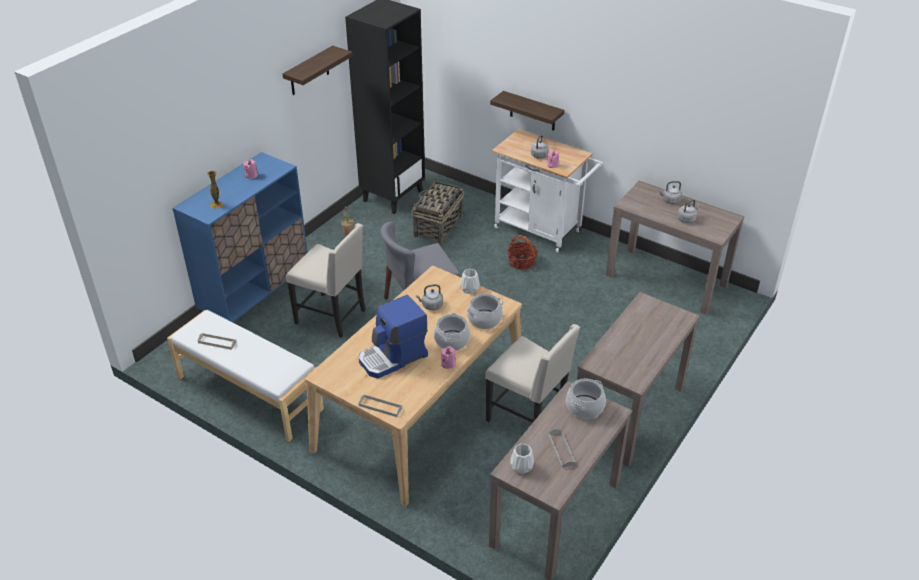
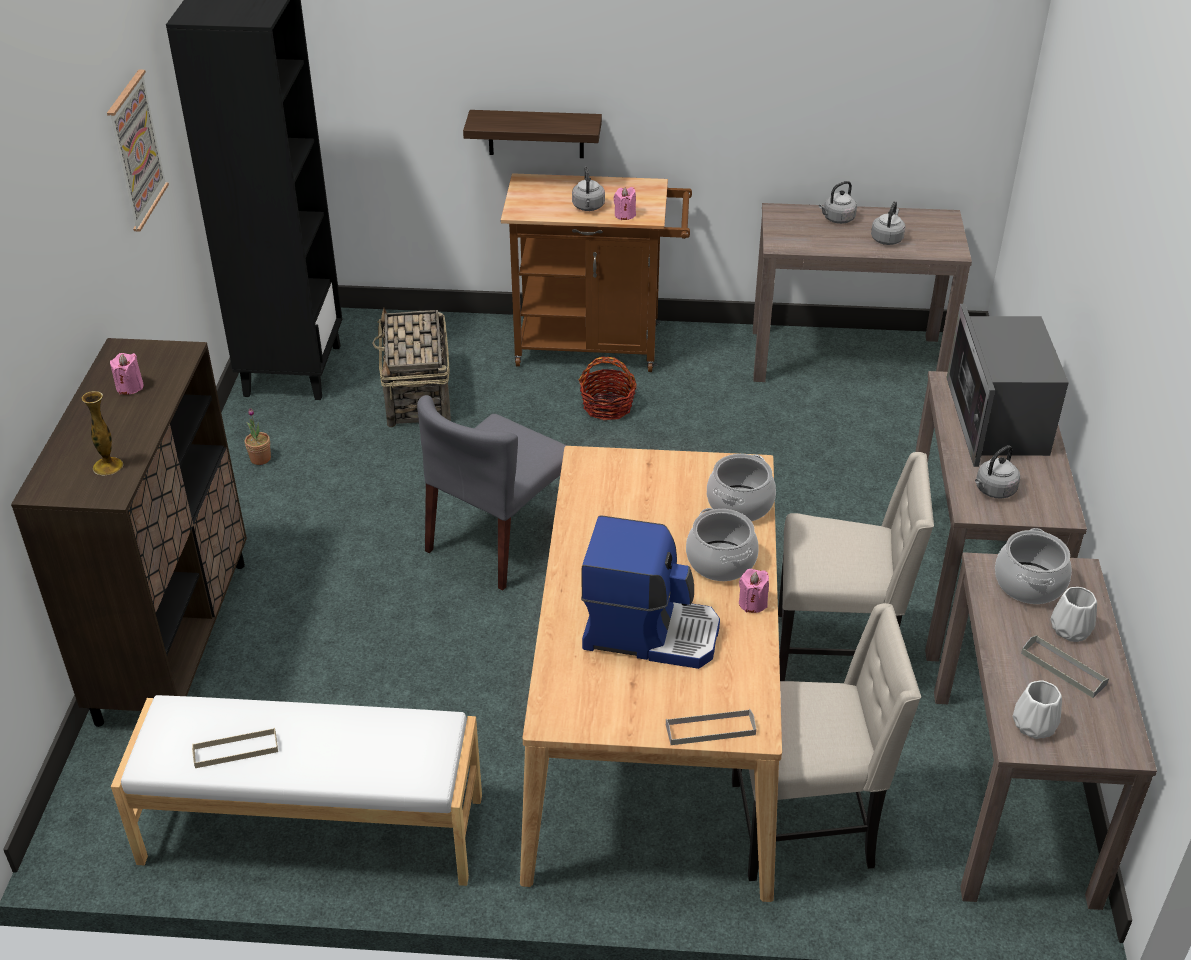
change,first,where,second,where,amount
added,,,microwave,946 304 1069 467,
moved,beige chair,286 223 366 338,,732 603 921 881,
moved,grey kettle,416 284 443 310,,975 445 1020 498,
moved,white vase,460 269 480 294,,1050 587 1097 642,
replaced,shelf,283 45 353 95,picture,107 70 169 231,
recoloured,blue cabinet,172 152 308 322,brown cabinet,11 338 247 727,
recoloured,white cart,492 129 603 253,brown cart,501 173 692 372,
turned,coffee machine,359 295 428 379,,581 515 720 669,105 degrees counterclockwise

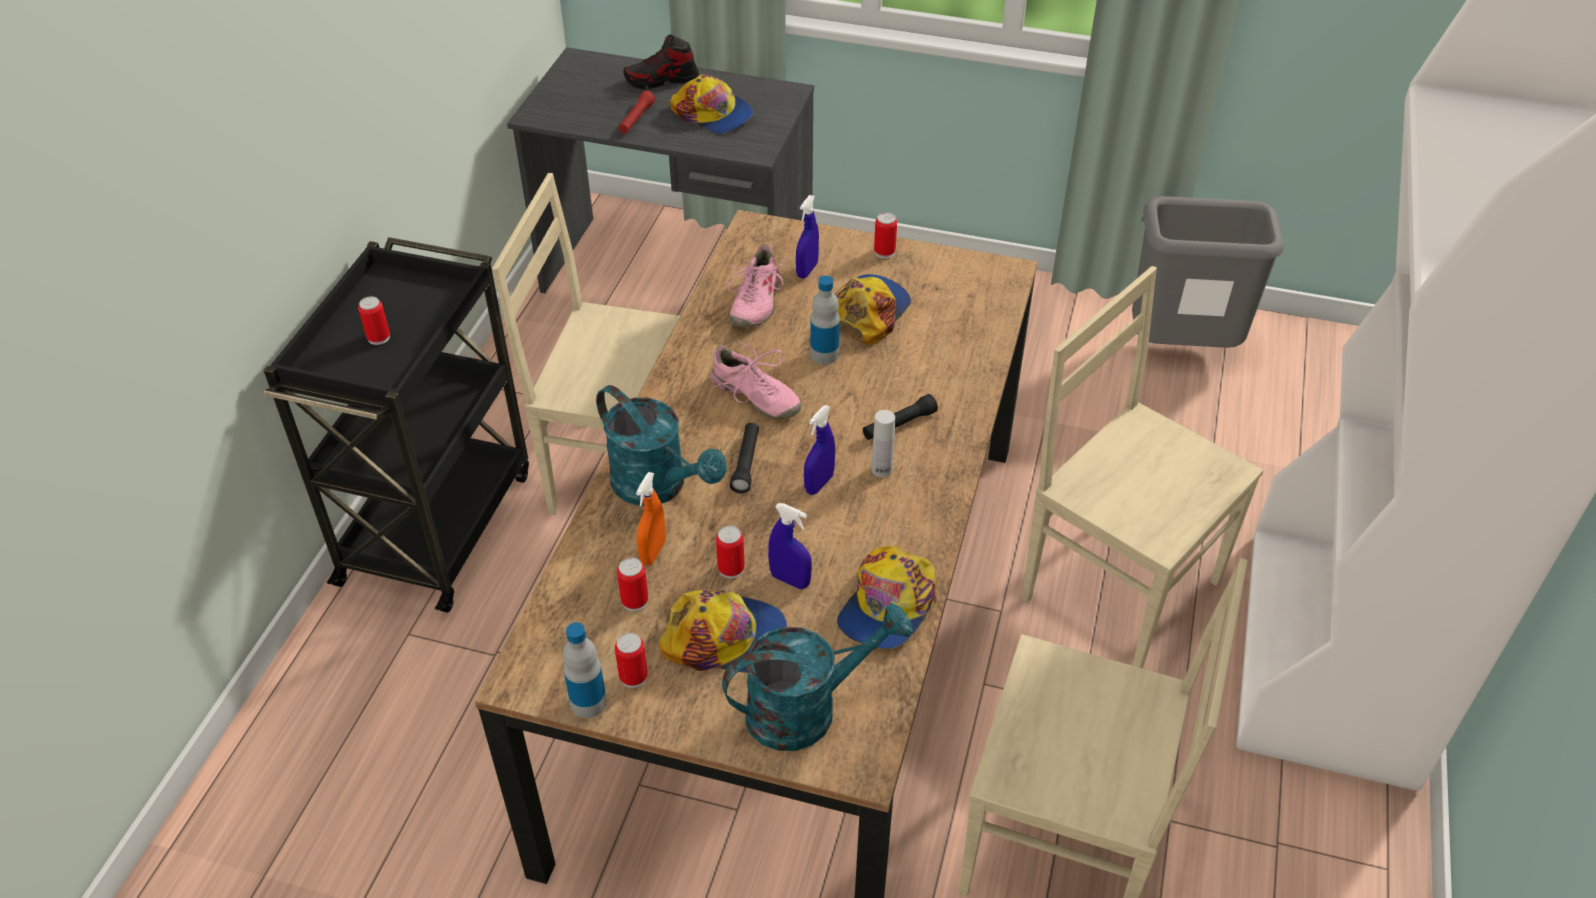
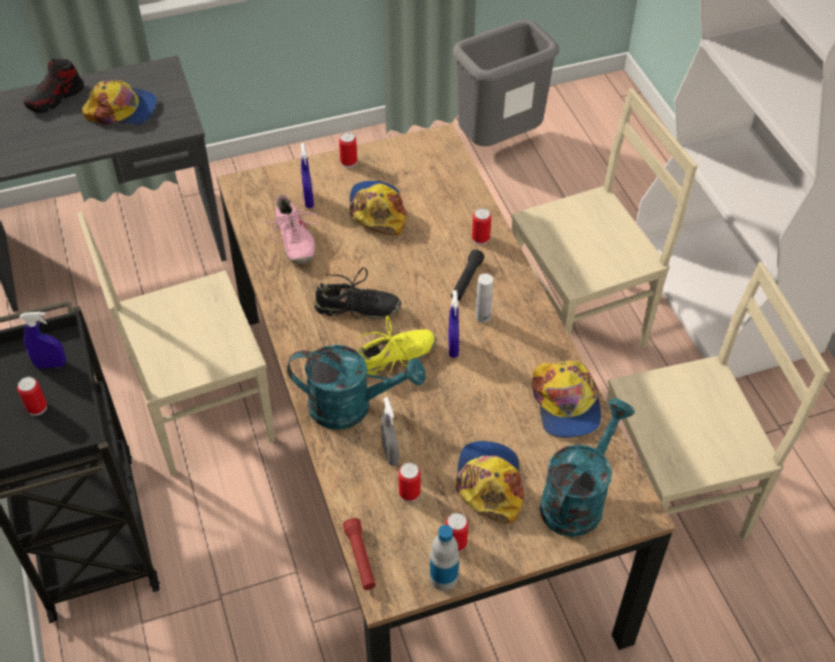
change,first,where,second,where,amount
removed,bottle,810 276 840 364,,,
moved,red flashlight,618 90 655 134,,343 518 376 590,
moved,can,716 526 745 579,,472 208 491 245,
moved,blue spray bottle,768 503 812 589,,20 312 66 369,
replaced,black flashlight,730 423 759 493,yellow shoe,355 315 437 378,
recoloured,orange spray bottle,636 472 666 565,grey spray bottle,381 397 399 466,
recoloured,pink shoe,711 340 801 419,black shoe,314 267 401 320,
turned,cap,659 590 787 673,,456 441 524 523,60 degrees counterclockwise
turned,beige chair,1021 266 1264 668,,511 88 698 348,150 degrees clockwise

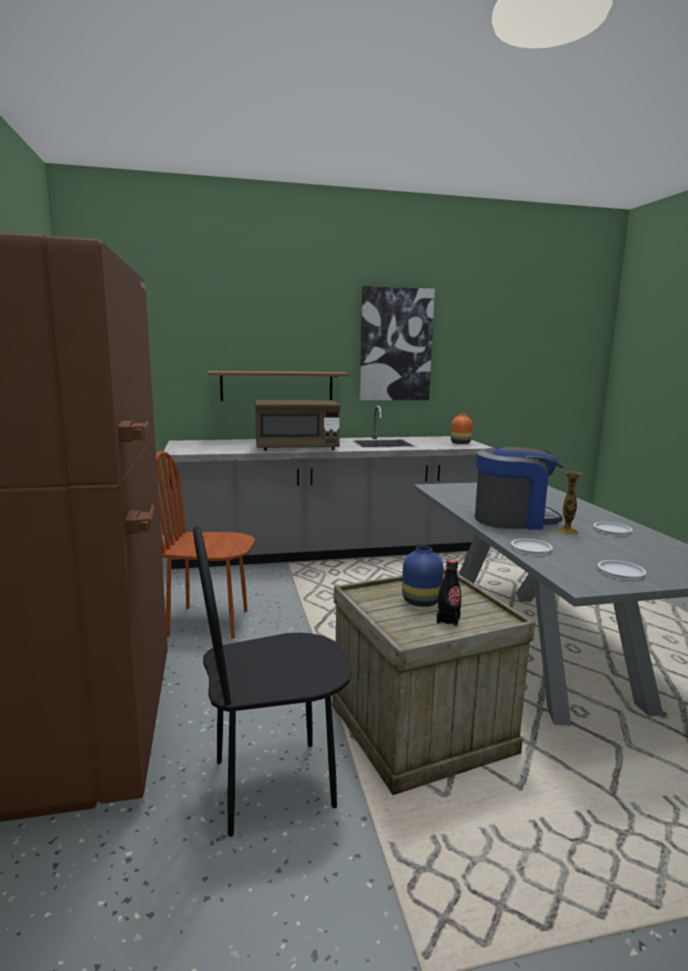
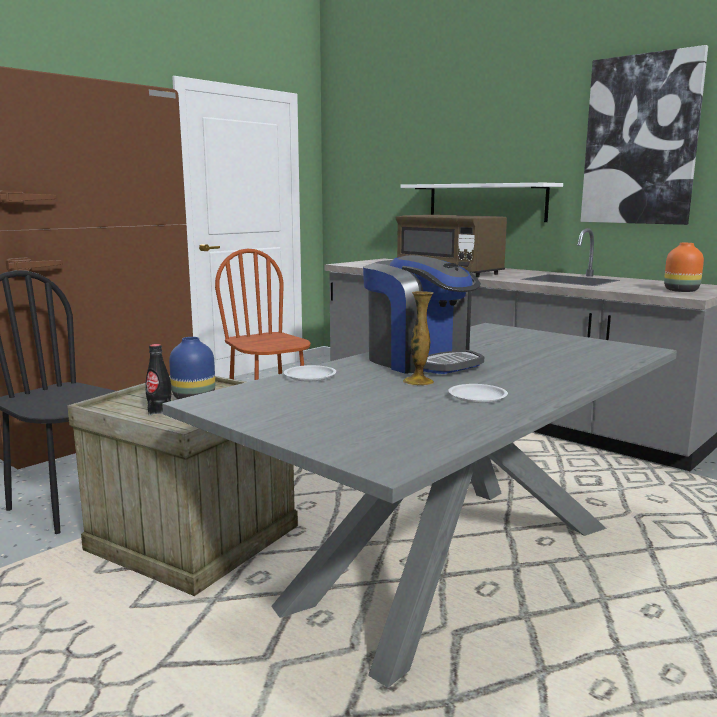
change,first,where,second,where,amount
removed,white plate,598 560 646 578,,,
recoloured,brown shelf,208 371 350 401,white shelf,400 183 563 222,

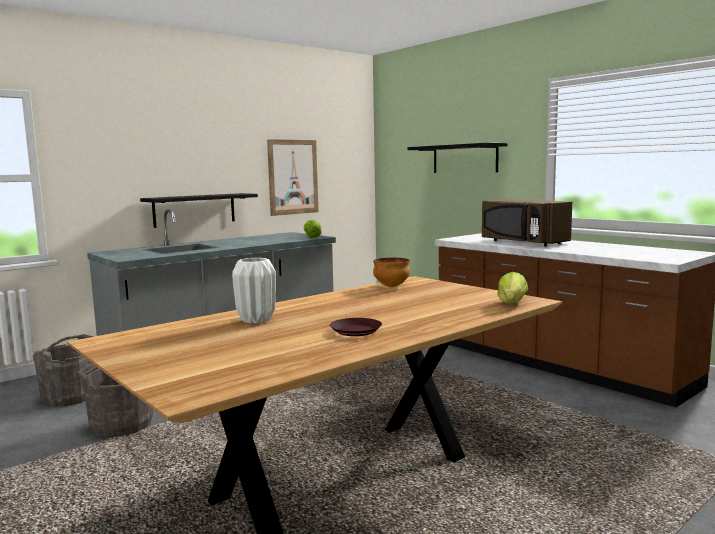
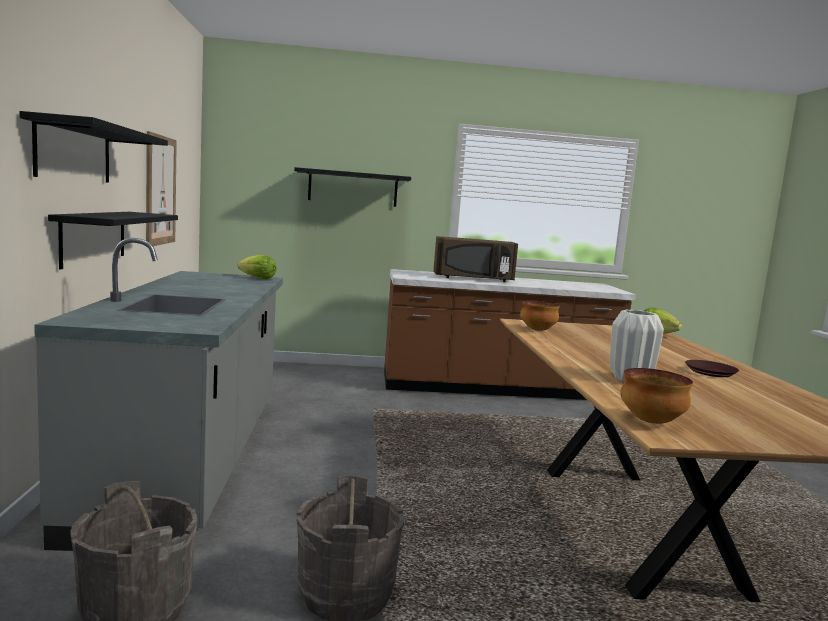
change,first,where,second,where,amount
added,,,black shelf,19 111 168 183,
added,,,bowl,620 368 693 424,

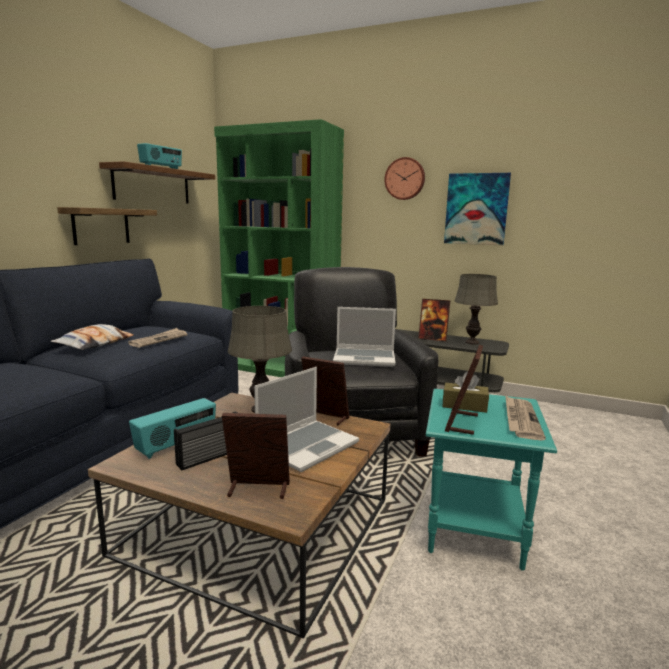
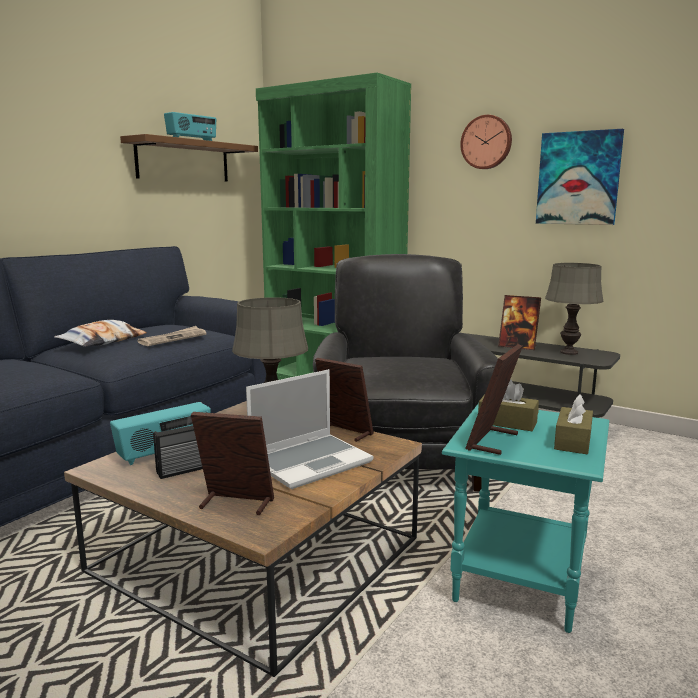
change,first,where,second,where,amount
removed,shelf,57 207 157 245,,,
removed,laptop,333 307 396 367,,,
replaced,newspaper,505 395 546 441,brown tissue box,554 394 593 454,

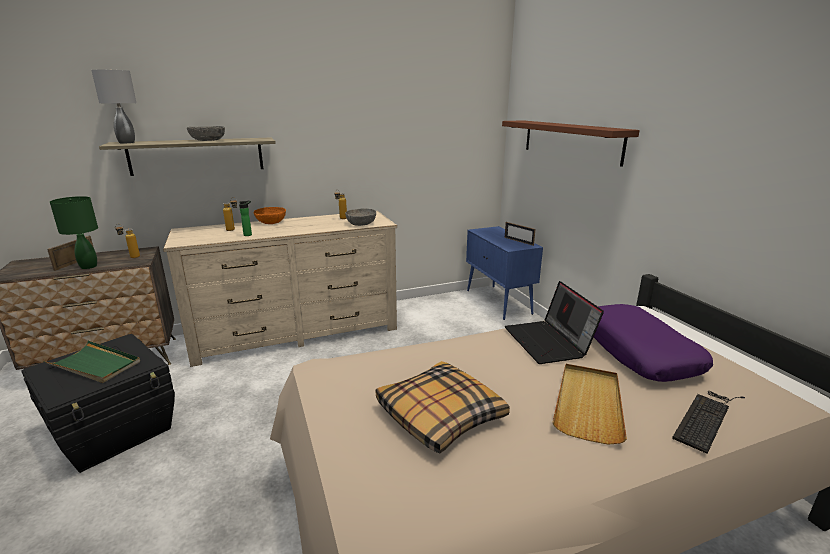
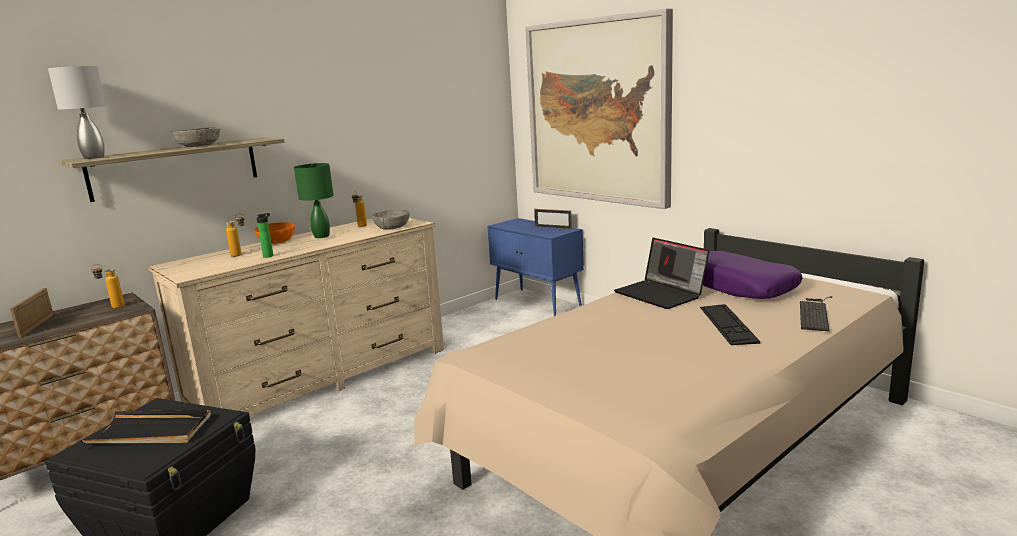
change,first,where,second,where,amount
removed,pillow,376 361 510 454,,,
moved,green table lamp,50 196 98 269,,294 163 334 238,
replaced,brown shelf,502 120 640 167,picture,525 9 673 209,
replaced,beige tray,552 364 627 445,keyboard,700 304 760 345,
recoloured,green tray,44 340 140 383,black tray,81 410 211 444,

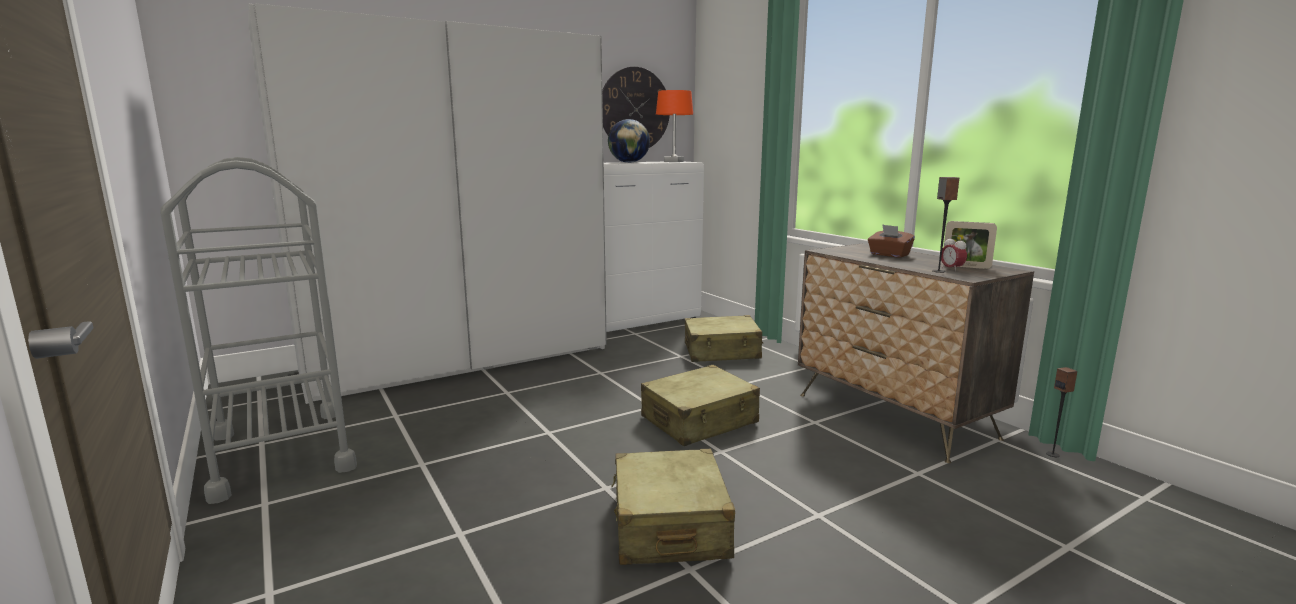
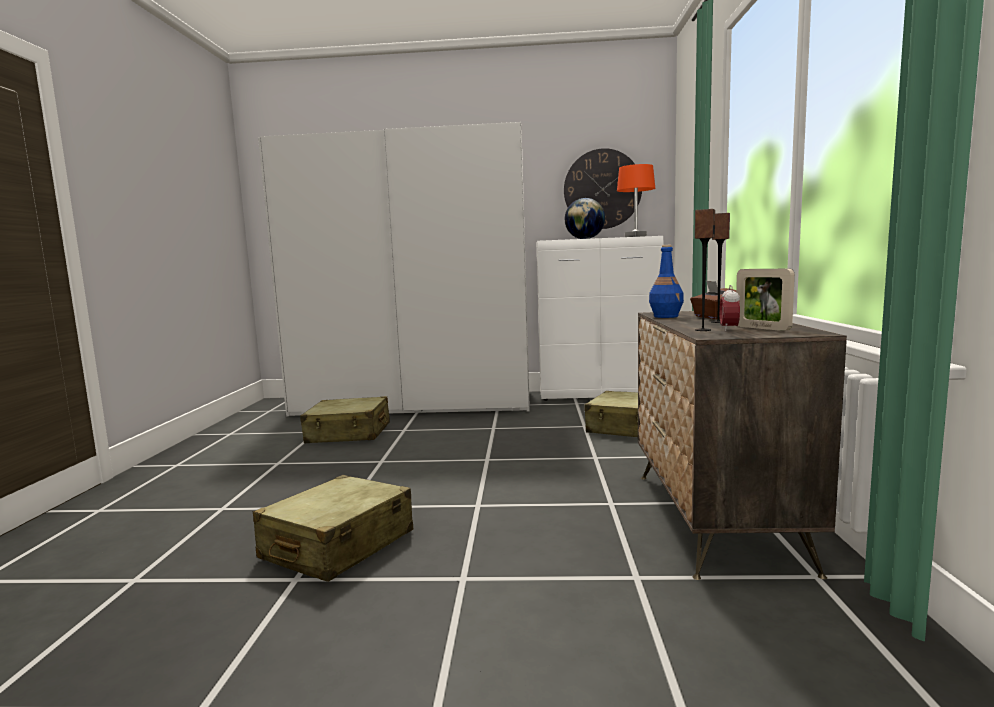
change,first,where,second,where,amount
removed,grey cart,160 157 357 504,,,
added,,,blue bottle,649 245 684 318,
moved,beige suitcase,641 365 760 446,,300 396 390 443,
moved,speaker,1046 367 1077 457,,711 213 730 323,

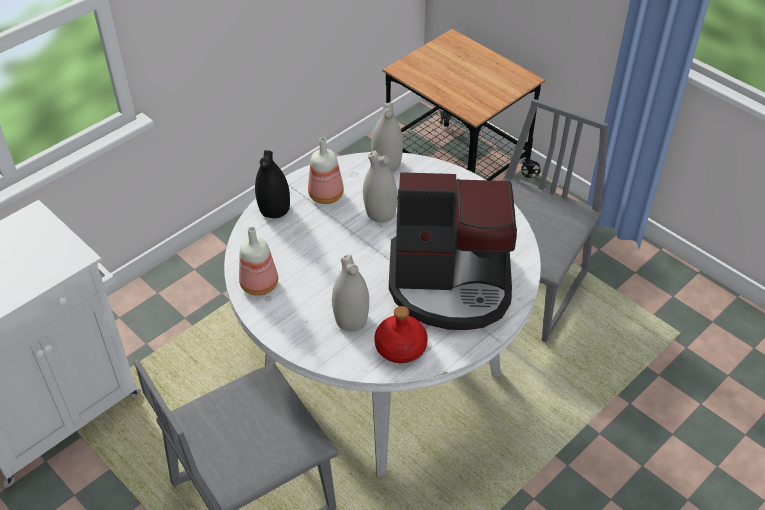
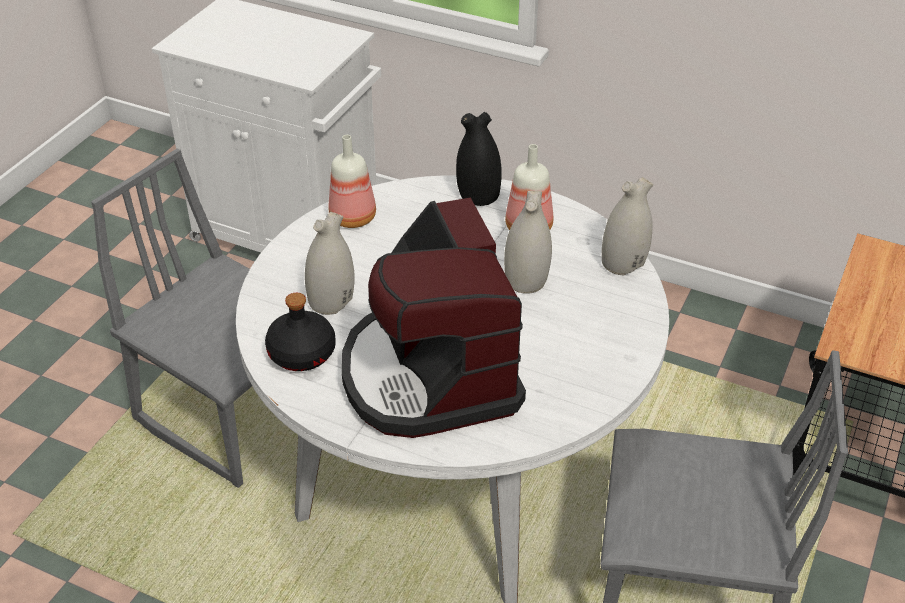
change,first,where,second,where,amount
recoloured,red bottle,375 306 428 363,black bottle,265 293 336 371,

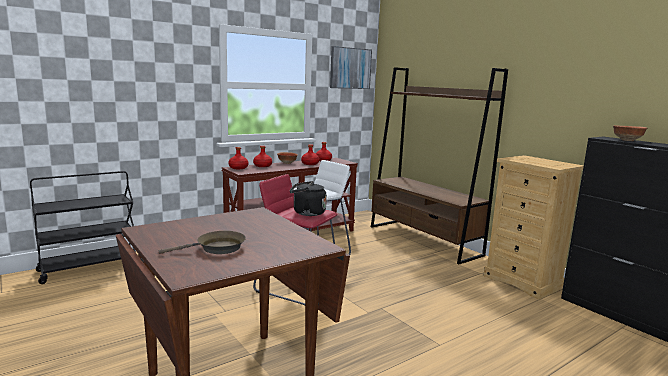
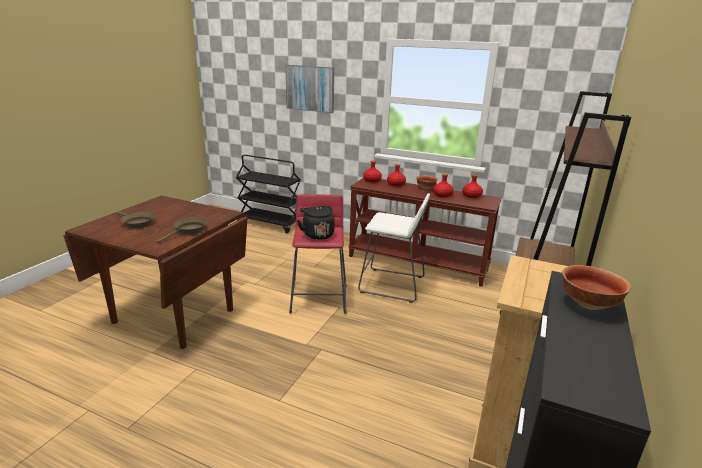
change,first,where,second,where,amount
added,,,brown frying pan,157 217 208 243,
moved,picture,330 46 372 89,,285 65 334 113,

